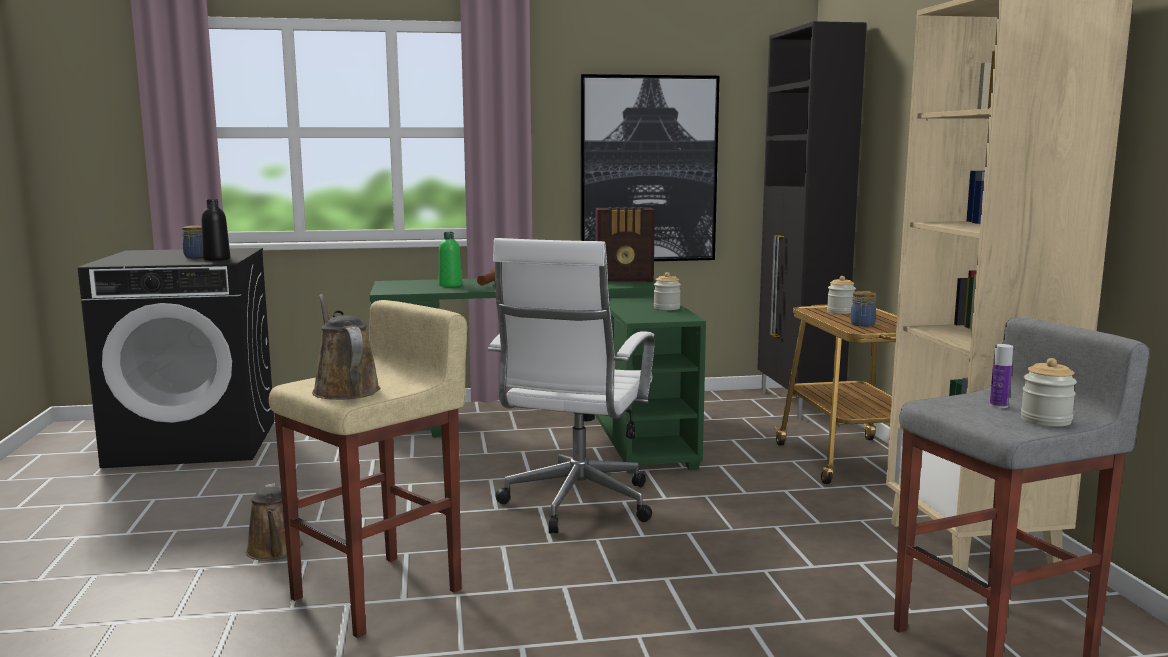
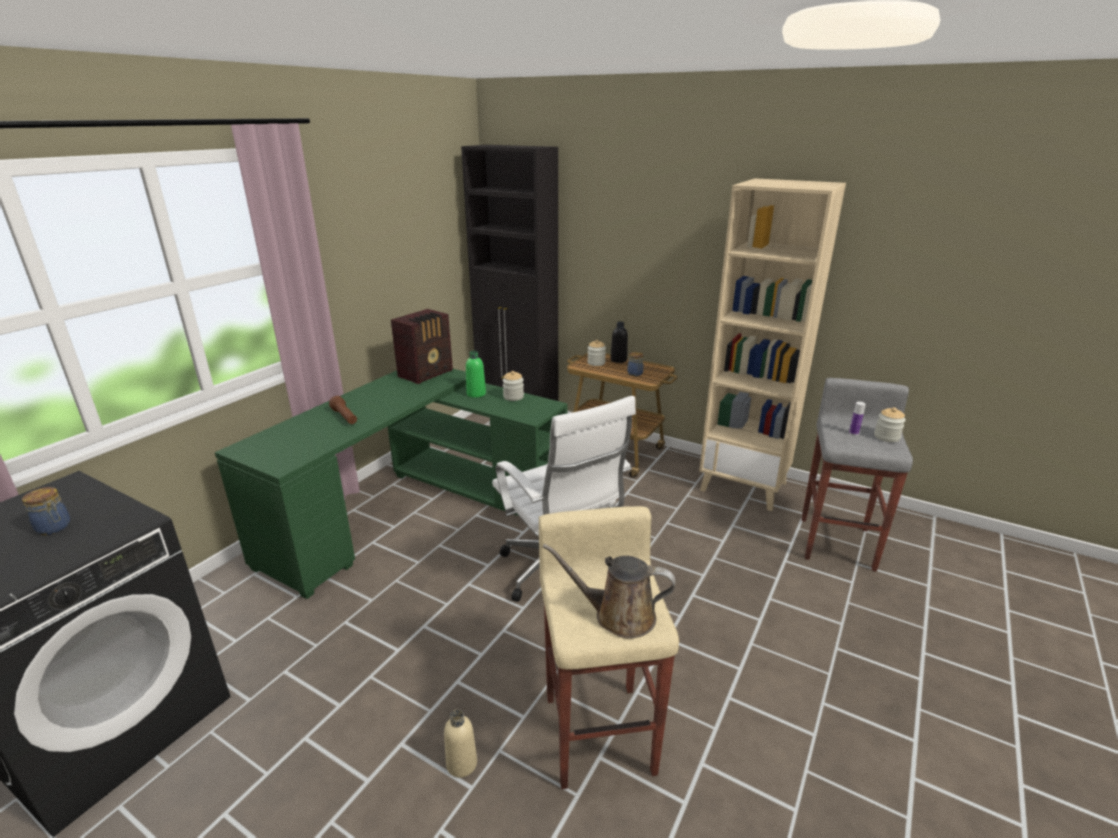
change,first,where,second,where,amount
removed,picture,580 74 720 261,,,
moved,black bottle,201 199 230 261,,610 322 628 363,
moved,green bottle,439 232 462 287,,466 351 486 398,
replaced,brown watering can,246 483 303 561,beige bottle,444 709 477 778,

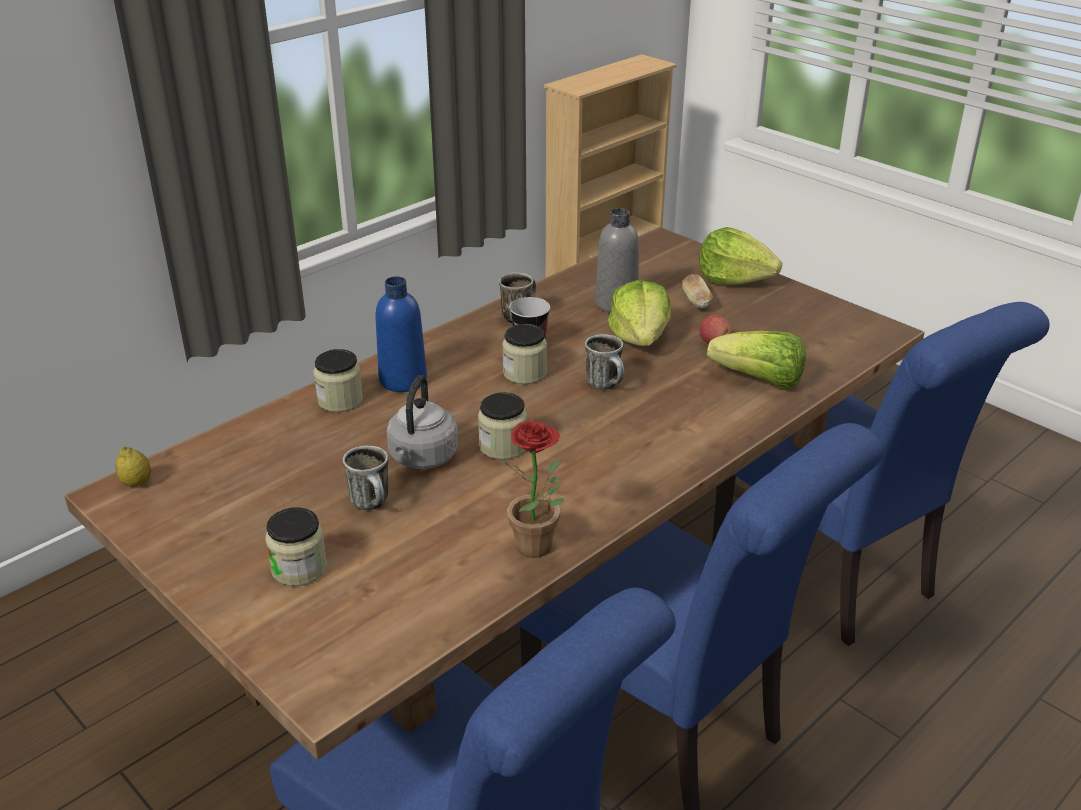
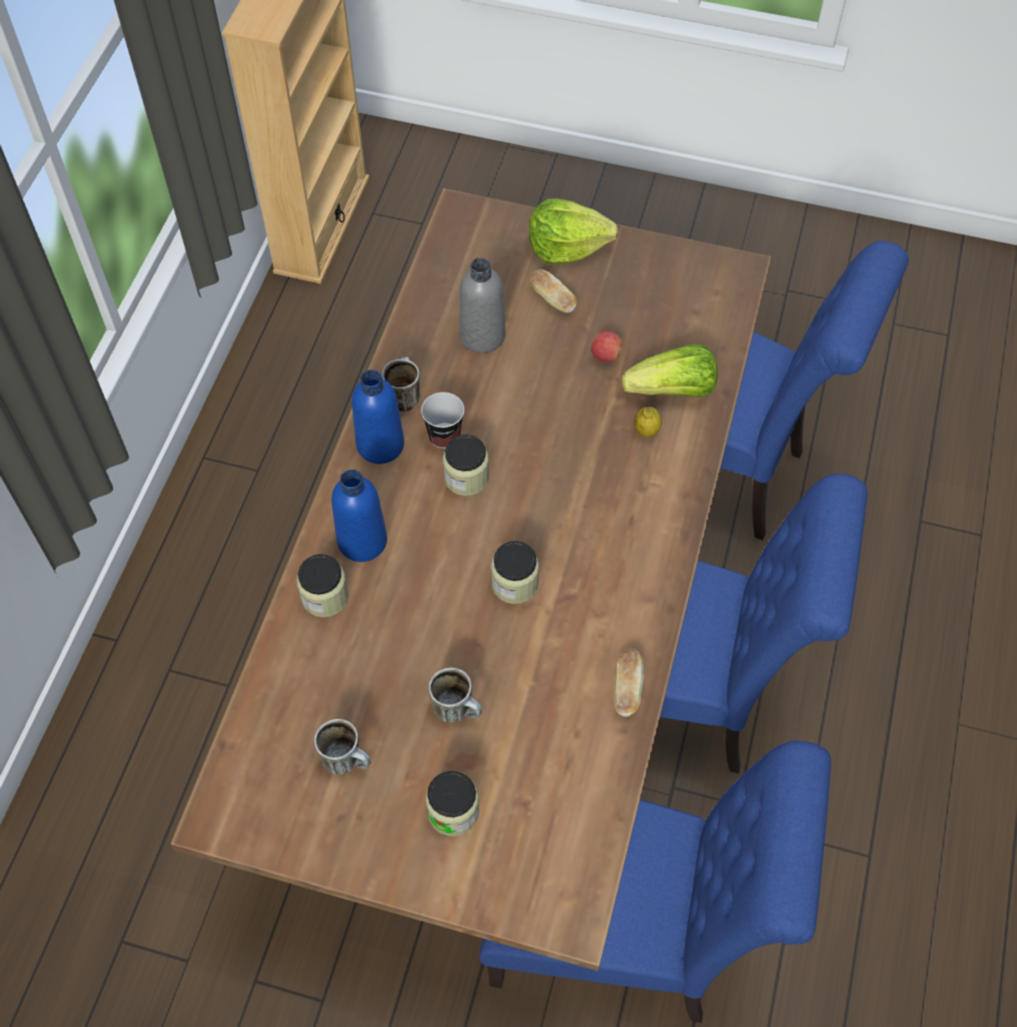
change,first,where,second,where,amount
removed,grey kettle,387 375 459 469,,,
removed,lettuce,608 280 671 346,,,
added,,,blue bottle,352 370 404 464,
moved,lemon,115 446 151 487,,634 407 662 437,
moved,mug,585 334 625 390,,314 719 371 774,
replaced,potted plant,499 421 564 558,bread,614 649 644 717,

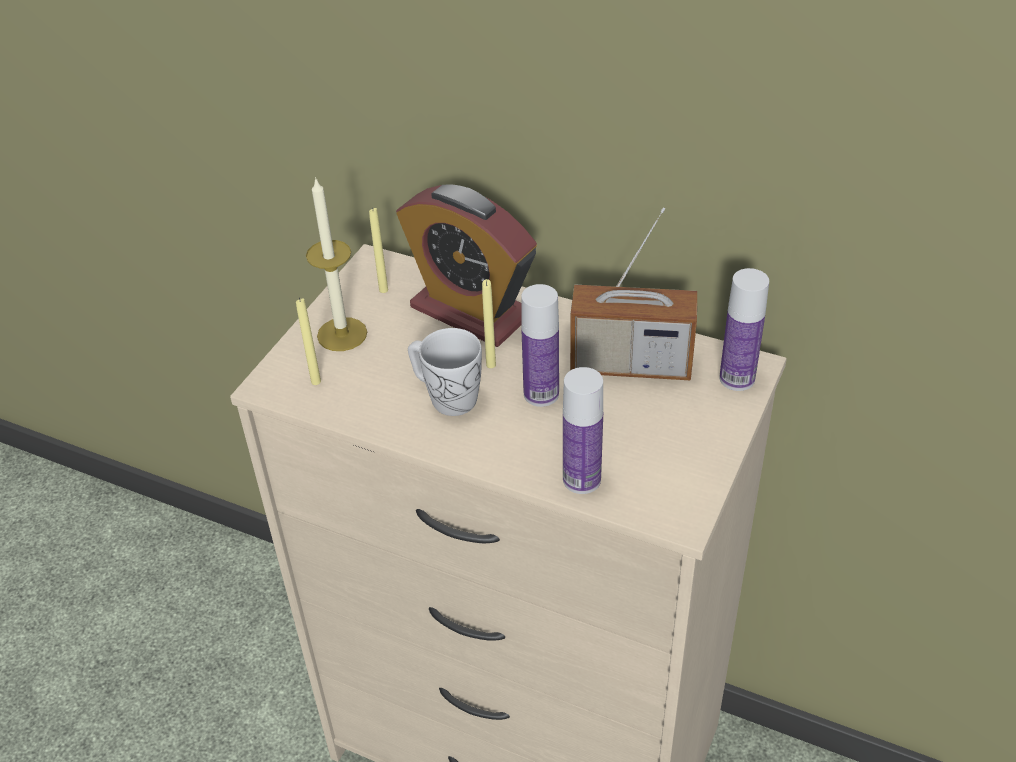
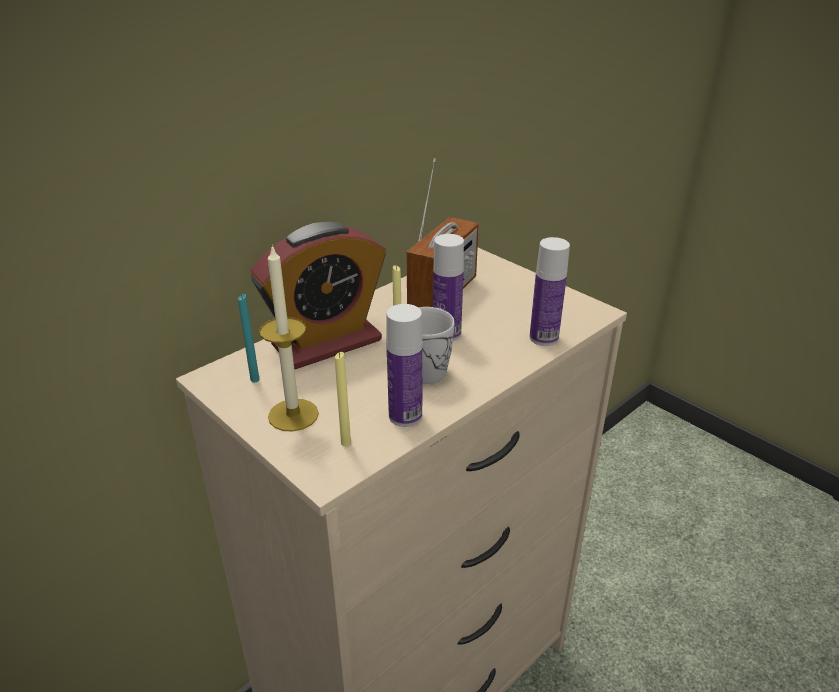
change,first,where,second,where,amount
moved,bottle,719 268 769 391,,387 304 423 427,
recoloured,yellow candle,369 207 388 293,turquoise candle,238 294 260 382,

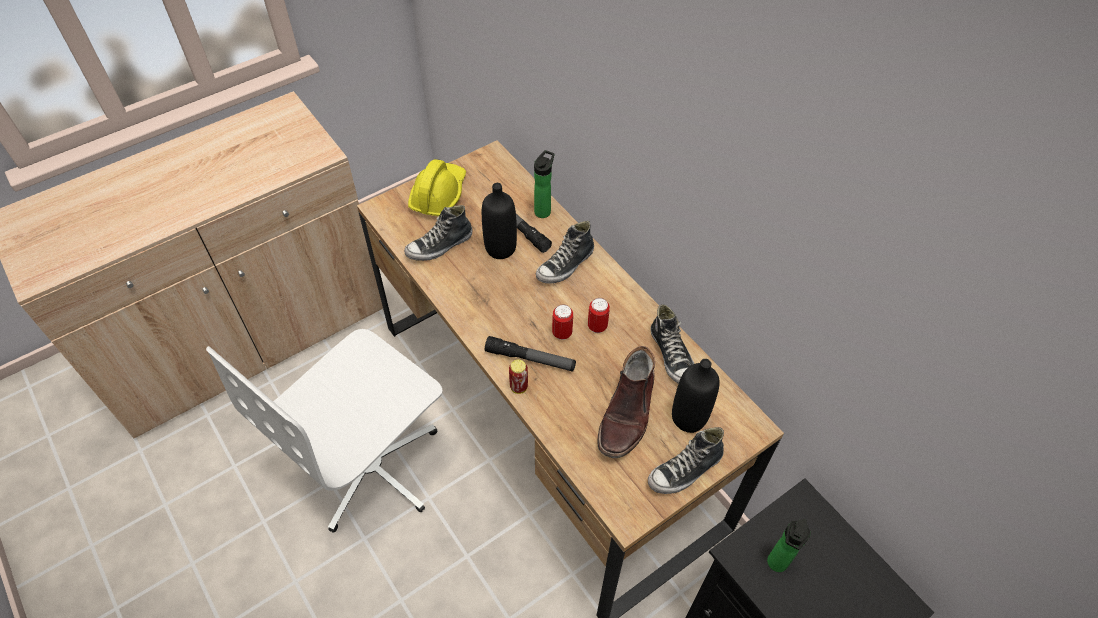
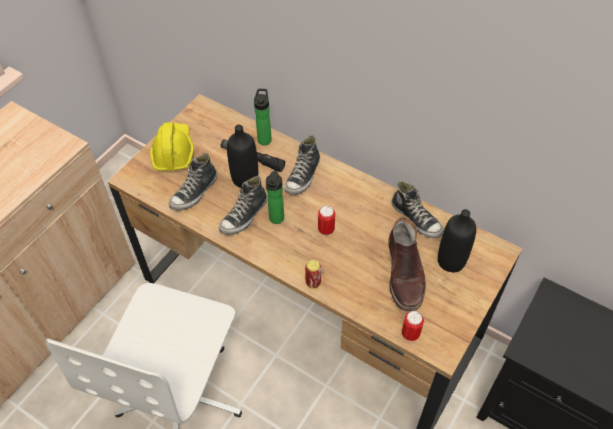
change,first,where,second,where,amount
removed,flashlight,485 336 576 371,,,
moved,can,588 298 610 333,,402 311 424 341,
moved,shoe,648 427 724 494,,219 176 267 235,
moved,bottle,767 518 810 572,,266 170 284 224,

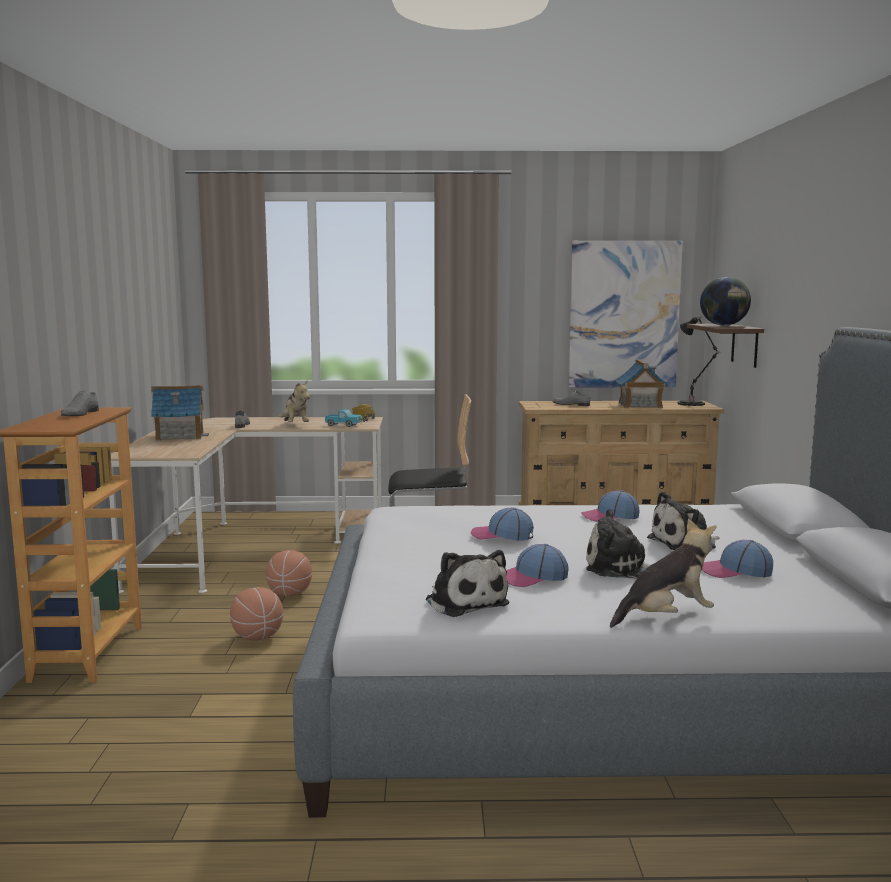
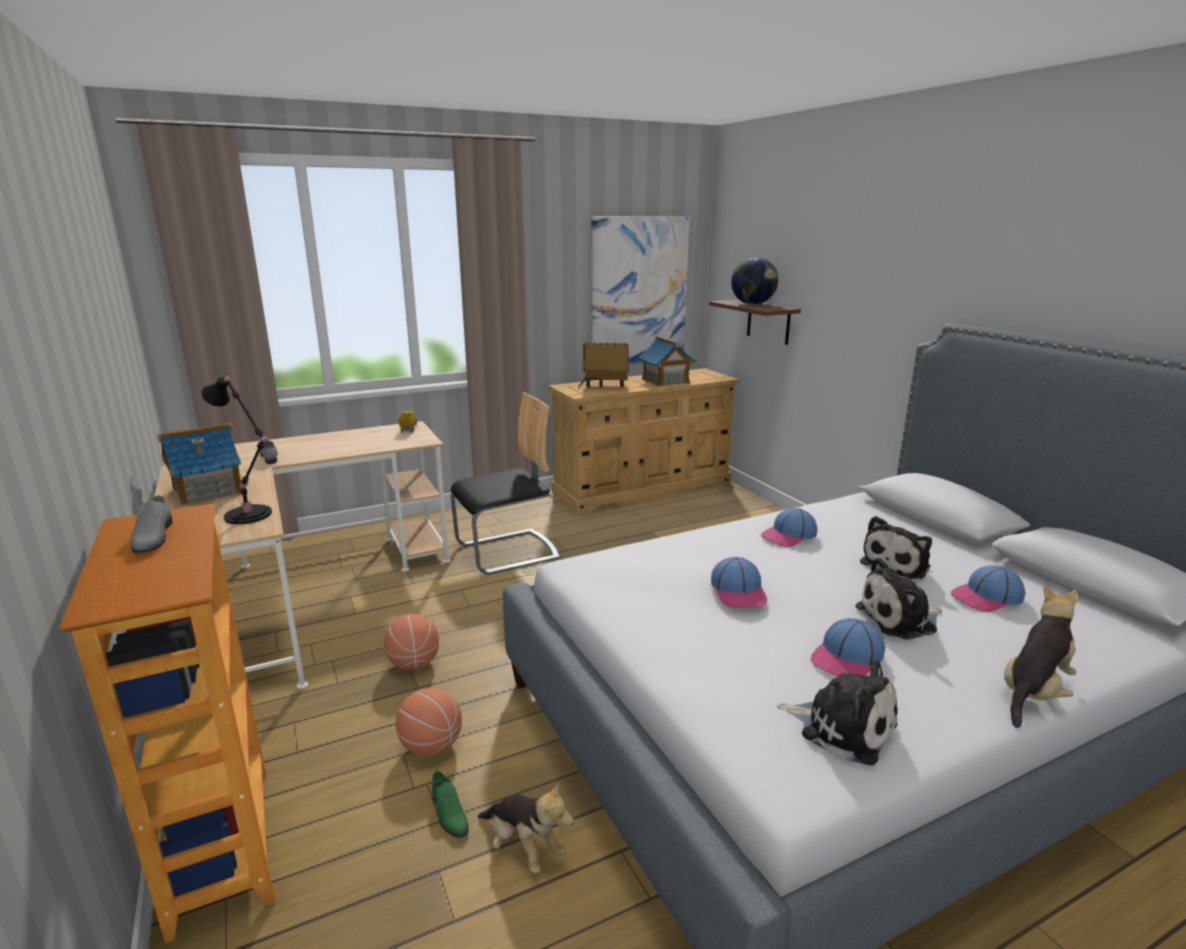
change,first,where,second,where,amount
removed,toy truck,325 409 362 427,,,
added,,,green shoe,432 771 469 838,
moved,plush toy,279 381 310 422,,478 783 574 873,
moved,black table lamp,677 316 720 406,,201 376 272 524,
replaced,grey shoe,552 391 590 406,toy house,578 343 628 389,
turned,cap,471 508 534 541,,711 557 767 608,90 degrees counterclockwise

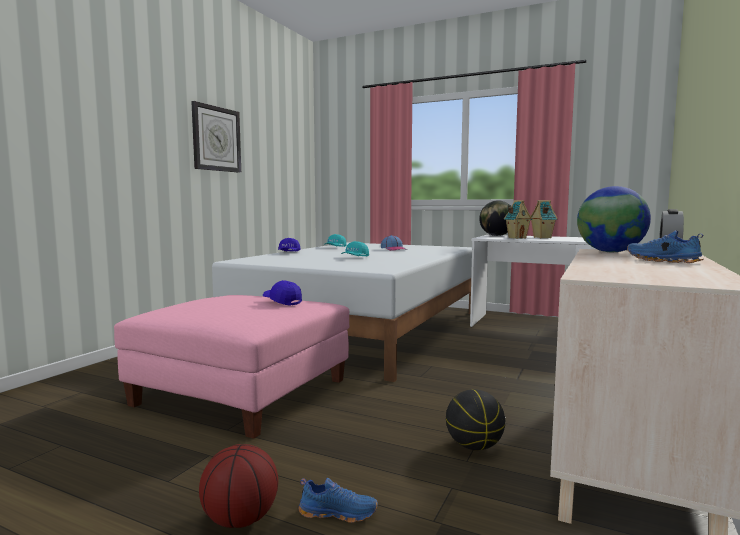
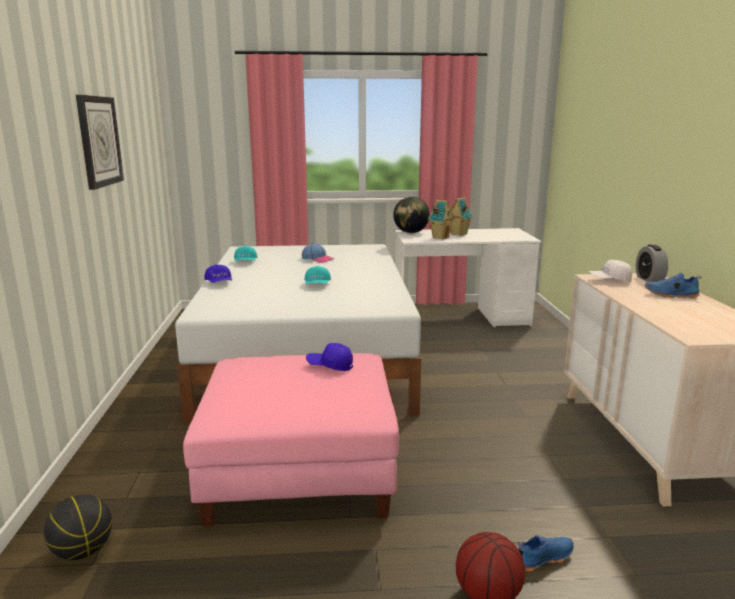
change,first,where,second,where,amount
moved,basketball,446 389 505 450,,44 494 112 560,
replaced,globe,577 186 651 252,white cap,589 260 633 282,

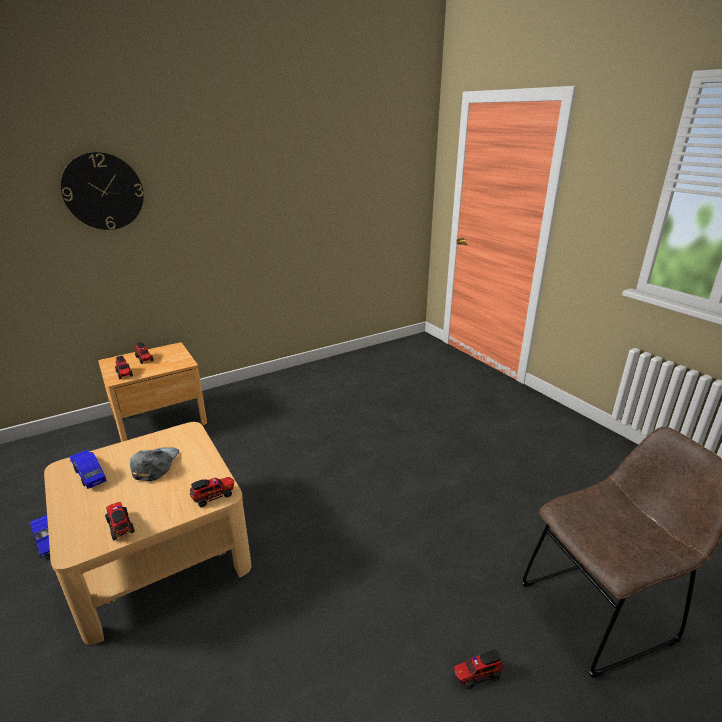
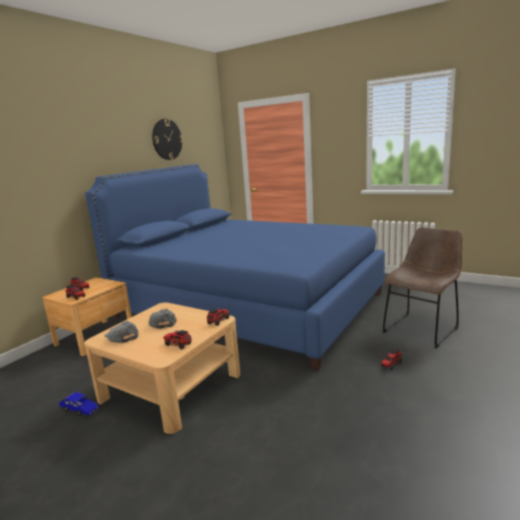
change,first,where,second,where,amount
added,,,blue bed,85 164 385 370,
moved,wall clock,61 152 144 230,,152 119 183 160,
replaced,blue toy car,69 450 107 489,grey cap,105 321 139 343,

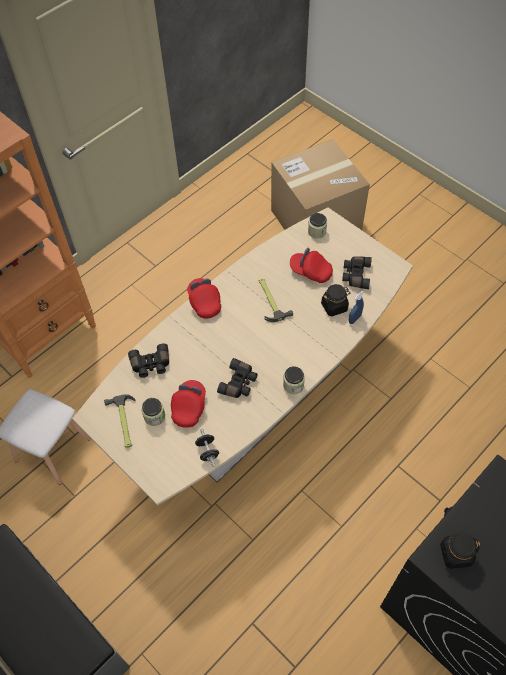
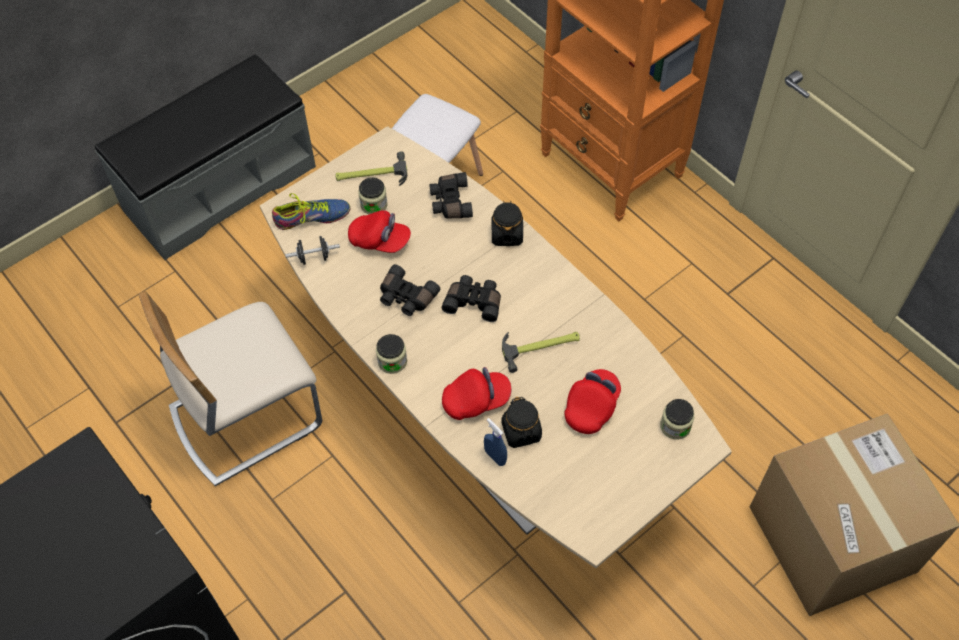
change,first,where,second,where,amount
added,,,beige chair,139 291 322 486,
added,,,shoe,272 193 350 230,
moved,red cap,187 278 221 318,,442 367 511 420,
moved,black binoculars,342 257 372 289,,442 275 501 322,
moved,black jar,440 532 480 569,,491 201 523 246,

